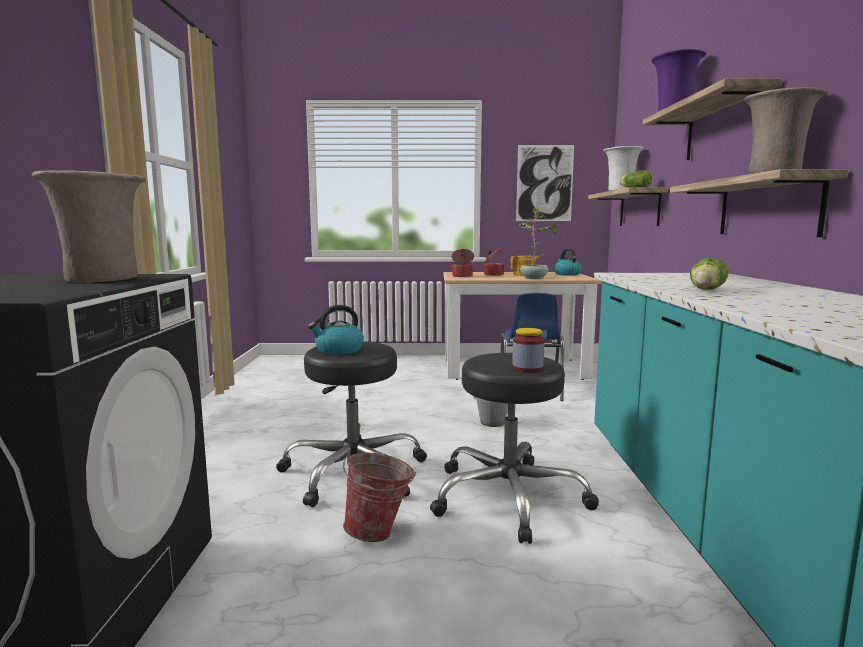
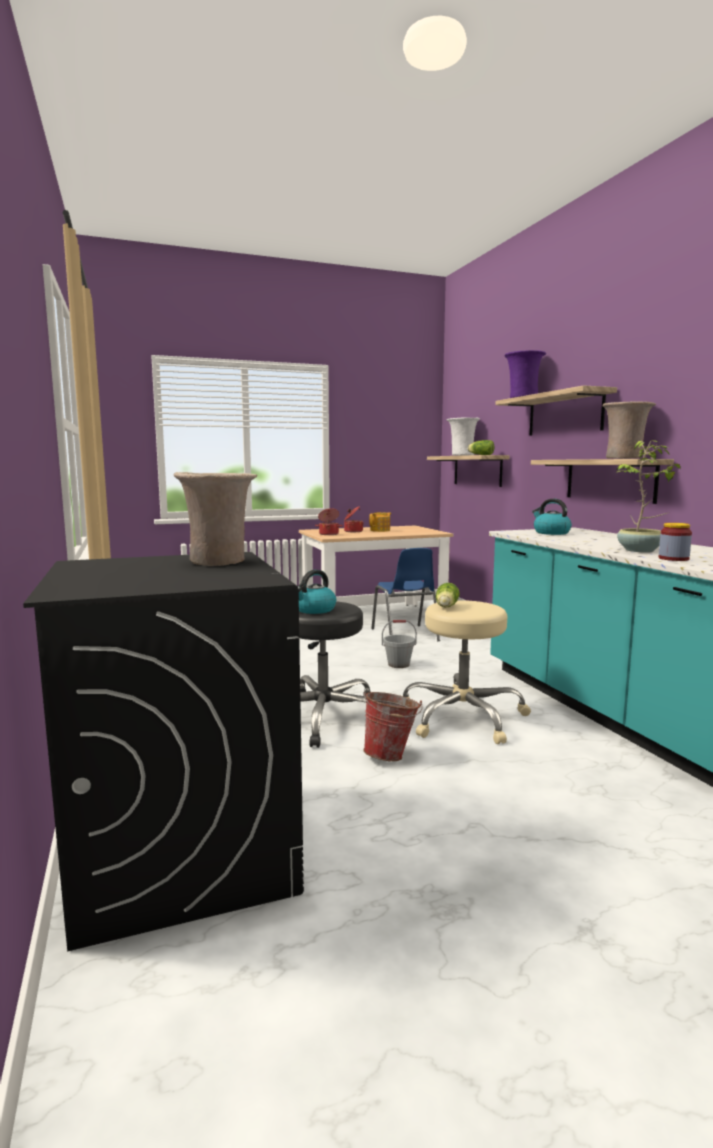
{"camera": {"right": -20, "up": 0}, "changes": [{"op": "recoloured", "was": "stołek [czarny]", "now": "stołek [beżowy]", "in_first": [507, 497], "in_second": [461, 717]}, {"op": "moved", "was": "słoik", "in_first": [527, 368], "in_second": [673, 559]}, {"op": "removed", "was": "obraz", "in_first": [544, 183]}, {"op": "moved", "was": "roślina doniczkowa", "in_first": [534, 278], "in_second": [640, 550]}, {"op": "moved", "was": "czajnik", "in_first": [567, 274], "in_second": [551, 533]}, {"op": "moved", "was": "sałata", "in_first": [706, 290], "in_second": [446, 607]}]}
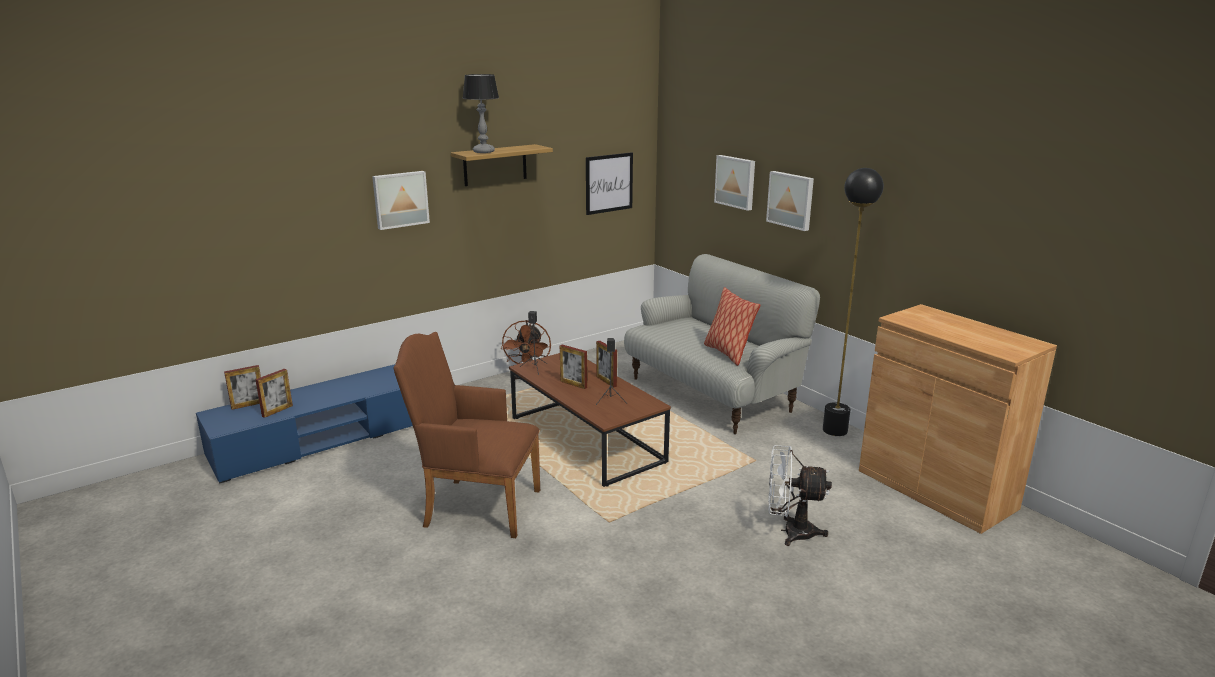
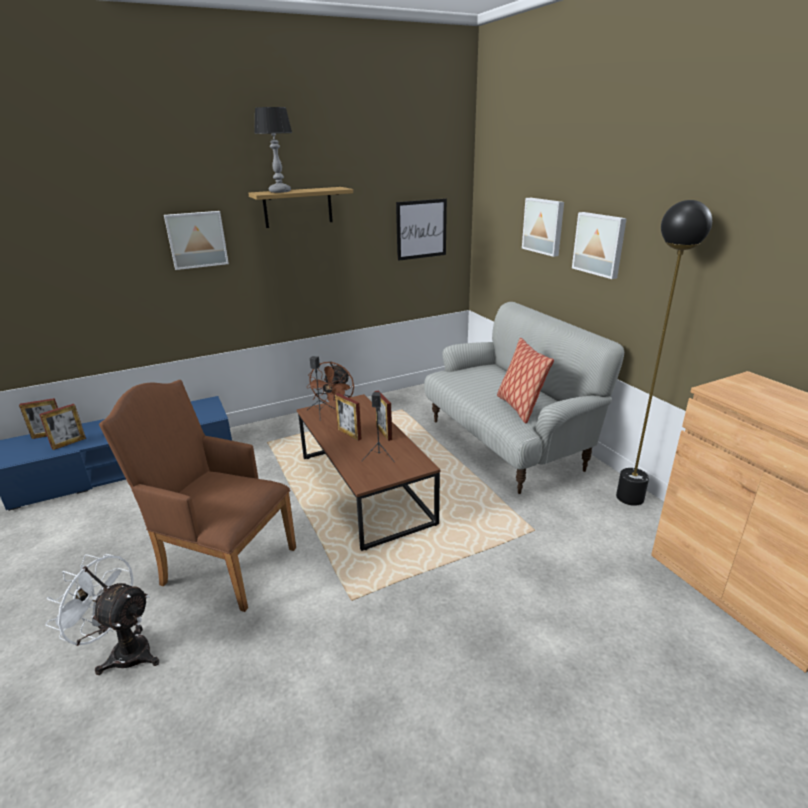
{"camera": {"right": 10, "up": 5}, "changes": [{"op": "moved", "was": "wentylator [biały]", "in_first": [790, 531], "in_second": [123, 651]}]}
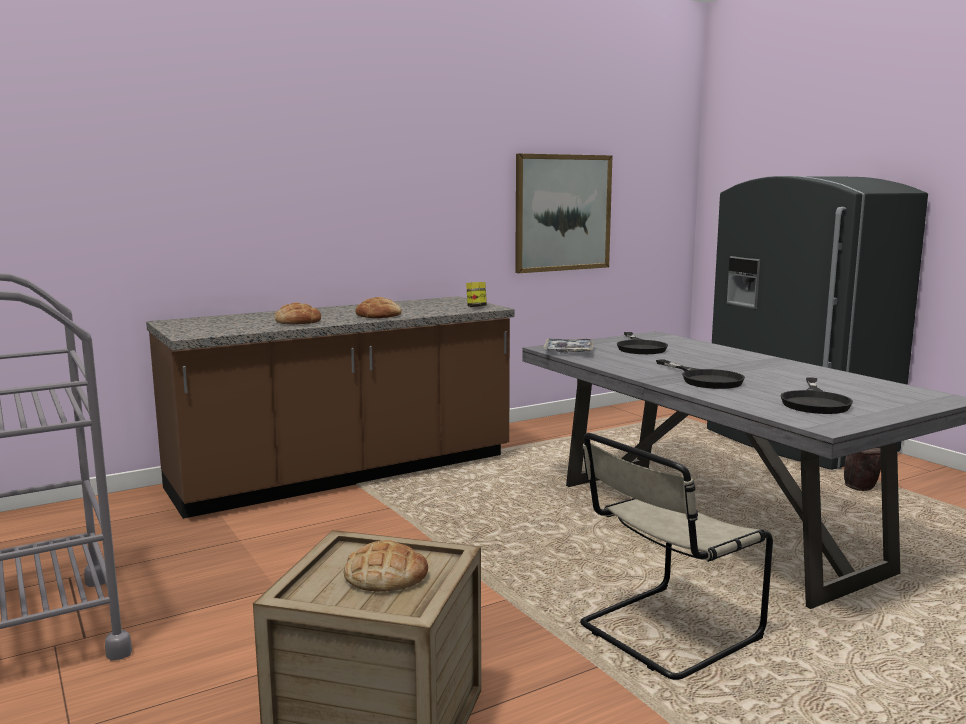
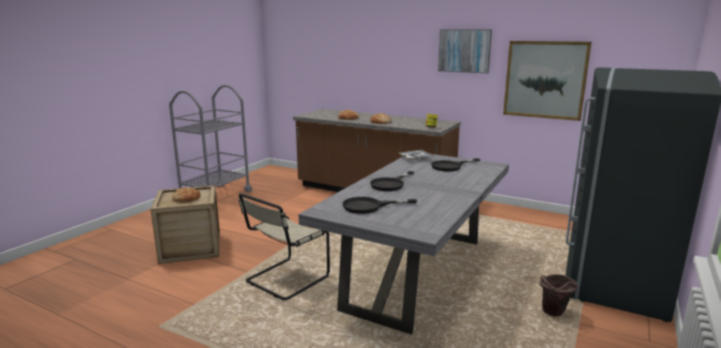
{"camera": {"right": 60, "up": 5}, "changes": [{"op": "turned", "was": "krzesło [beżowy]", "in_first": [664, 633], "in_second": [285, 280], "clockwise": -75}, {"op": "added", "now": "obraz", "in_second": [464, 51]}]}
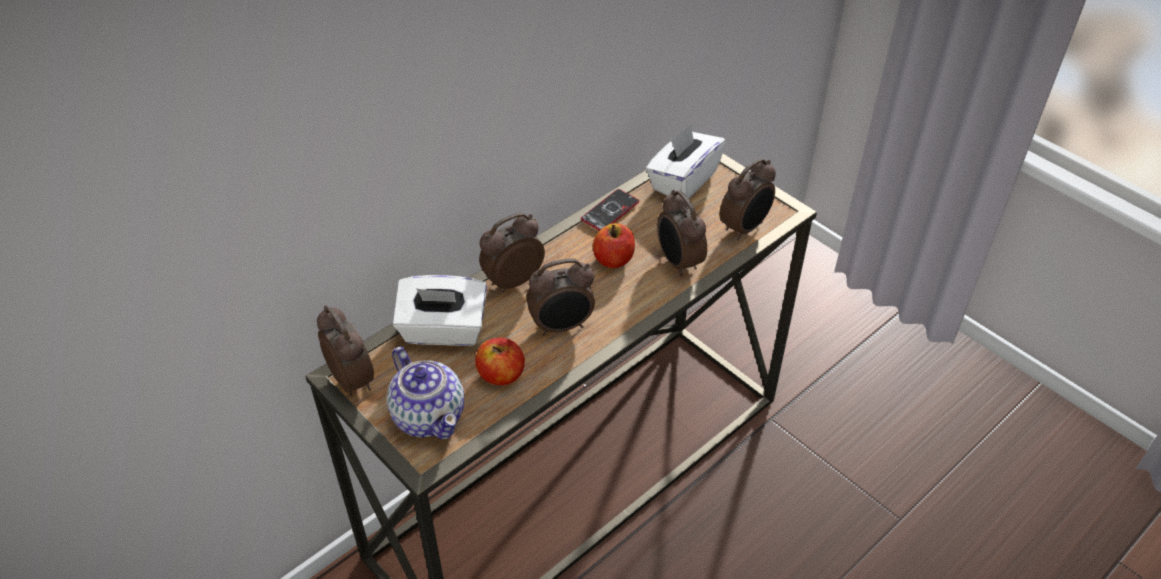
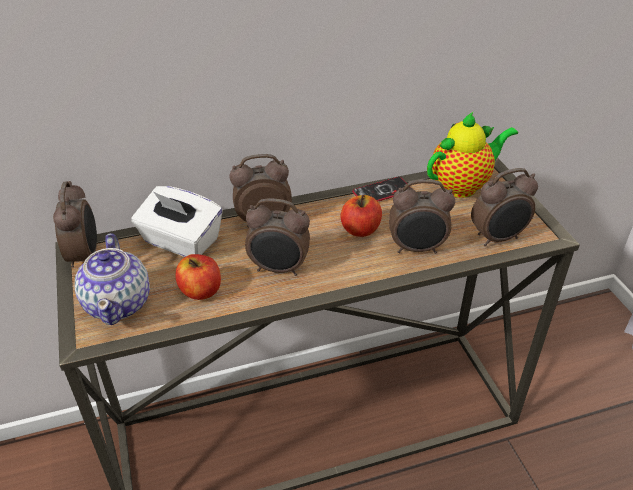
{"camera": {"right": 25, "up": -5}, "changes": [{"op": "replaced", "was": "pudełko chusteczek [biały]", "now": "imbryk", "in_first": [683, 181], "in_second": [462, 186]}, {"op": "turned", "was": "budzik", "in_first": [678, 263], "in_second": [417, 249], "clockwise": -90}]}
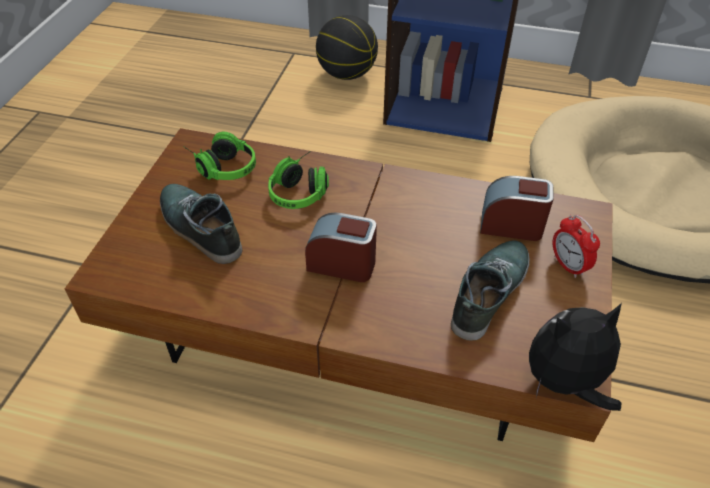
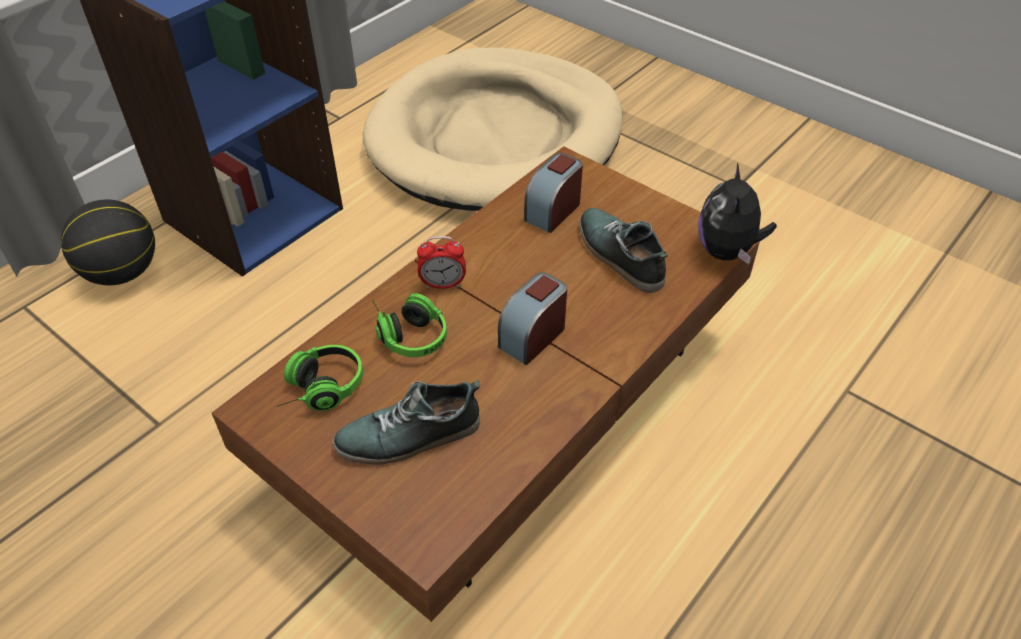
{"camera": {"right": -65, "up": 0}, "changes": [{"op": "moved", "was": "budzik", "in_first": [568, 265], "in_second": [443, 284]}]}
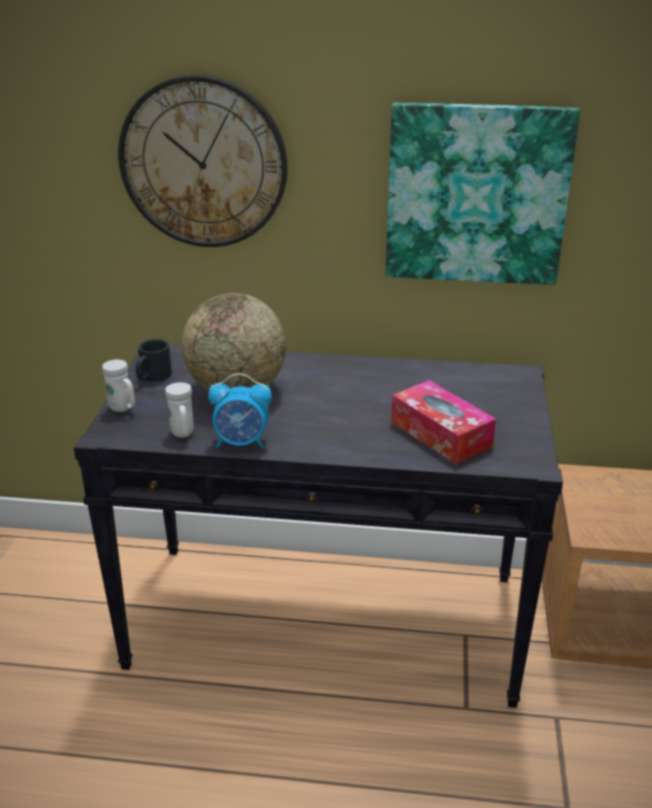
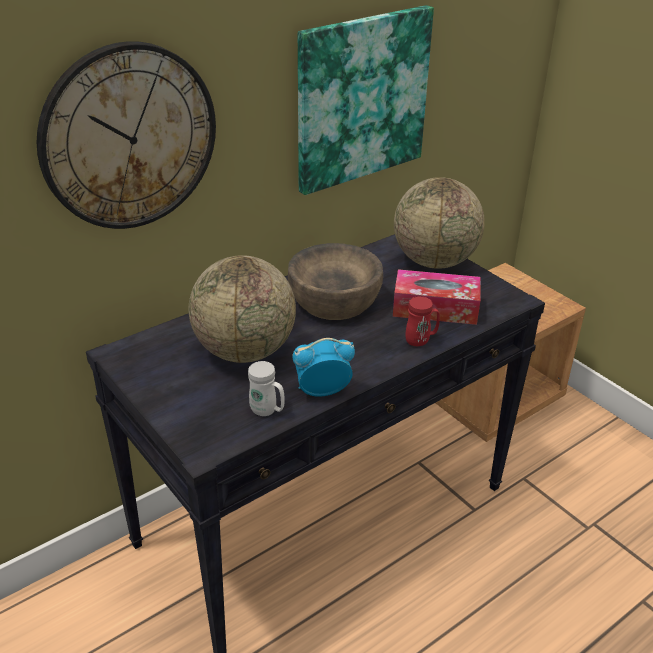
{"camera": {"right": -45, "up": 5}, "changes": [{"op": "removed", "was": "kubek [biały]", "in_first": [123, 409]}, {"op": "removed", "was": "kubek [czarny]", "in_first": [152, 377]}, {"op": "turned", "was": "budzik", "in_first": [242, 443], "in_second": [322, 391], "clockwise": -150}, {"op": "added", "now": "miska [brązowy]", "in_second": [334, 301]}, {"op": "added", "now": "globus", "in_second": [434, 261]}, {"op": "added", "now": "kubek [czerwony]", "in_second": [421, 340]}]}
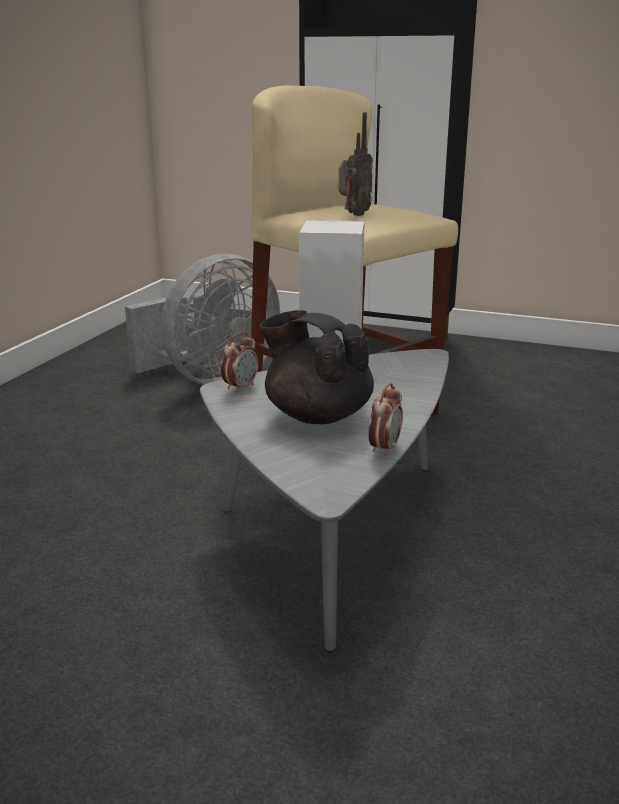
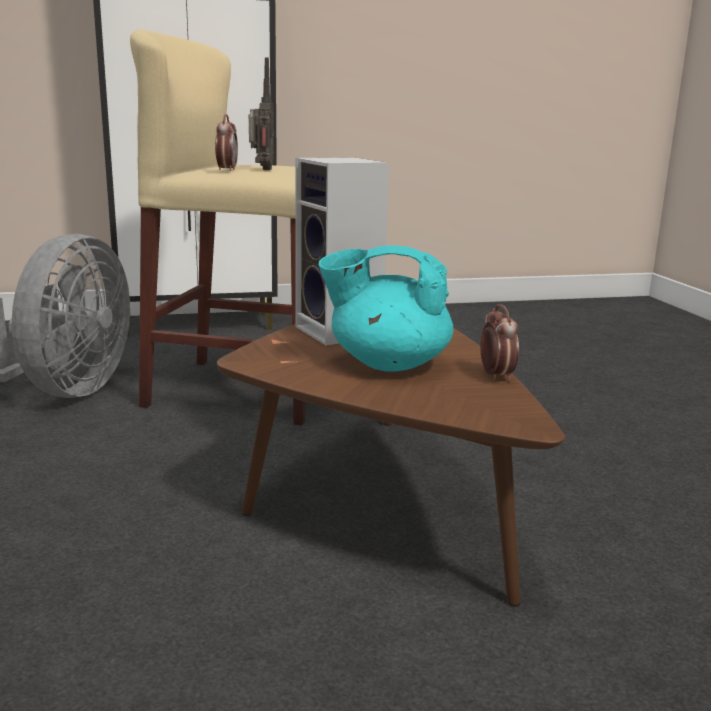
{"camera": {"right": -35, "up": -5}, "changes": [{"op": "recoloured", "was": "ława [szary]", "now": "ława [brązowy]", "in_first": [332, 531], "in_second": [378, 499]}, {"op": "moved", "was": "budzik", "in_first": [240, 387], "in_second": [227, 170]}, {"op": "recoloured", "was": "imbryk [czarny]", "now": "imbryk [turkusowy]", "in_first": [317, 415], "in_second": [387, 364]}]}
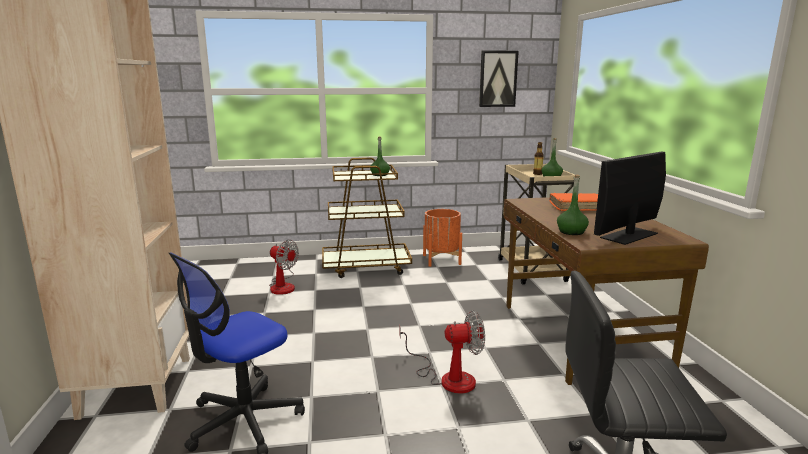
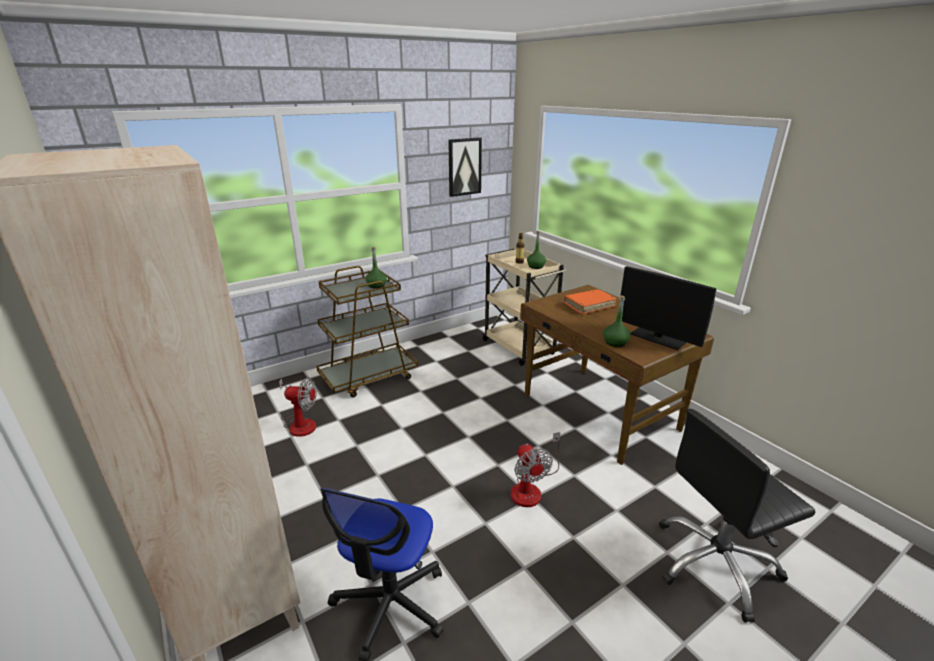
{"camera": {"right": -25, "up": 10}, "changes": [{"op": "turned", "was": "wentylator", "in_first": [448, 377], "in_second": [531, 488], "clockwise": 105}, {"op": "removed", "was": "donica [pomarańczowy]", "in_first": [441, 260]}, {"op": "turned", "was": "monitor", "in_first": [629, 235], "in_second": [657, 338], "clockwise": -75}]}
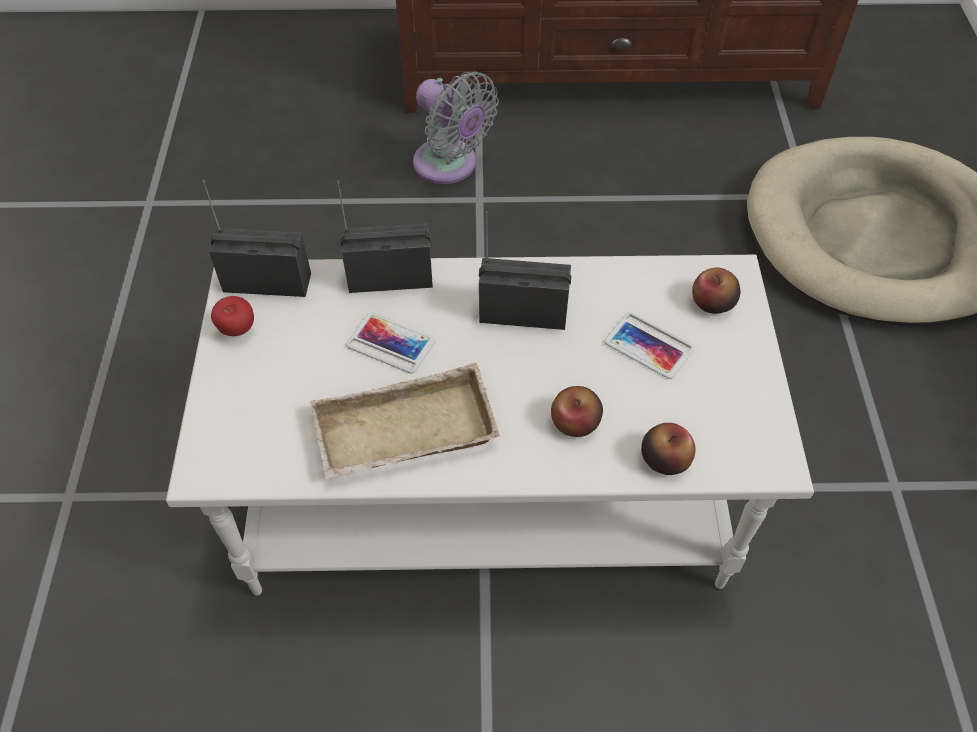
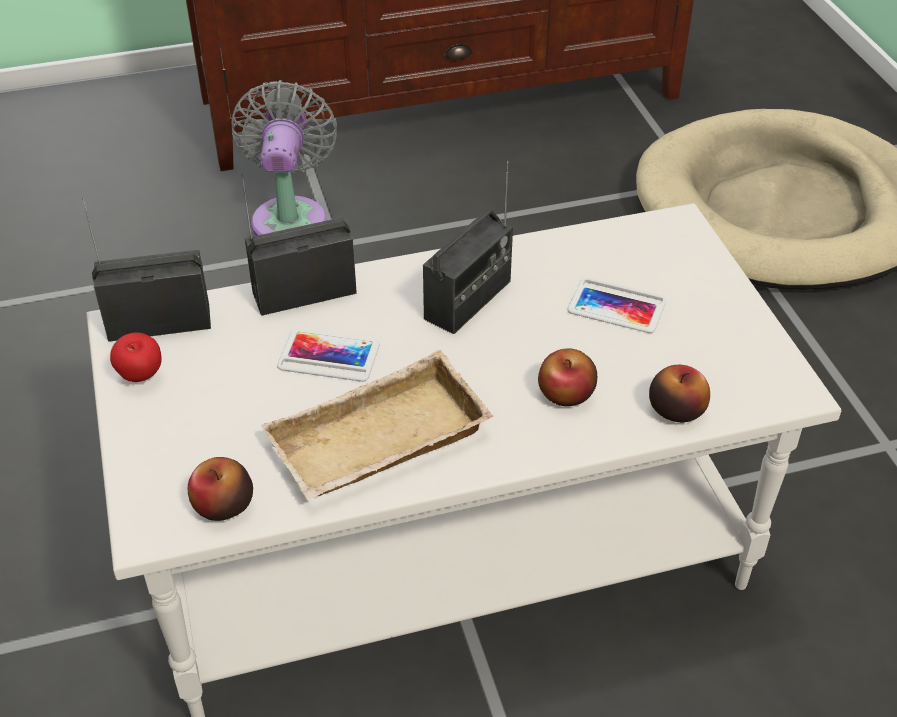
{"camera": {"right": -15, "up": -10}, "changes": [{"op": "turned", "was": "wentylator [szary]", "in_first": [450, 166], "in_second": [290, 216], "clockwise": -120}, {"op": "turned", "was": "radio", "in_first": [523, 313], "in_second": [468, 300], "clockwise": 135}, {"op": "moved", "was": "jabłko", "in_first": [712, 303], "in_second": [223, 505]}]}
